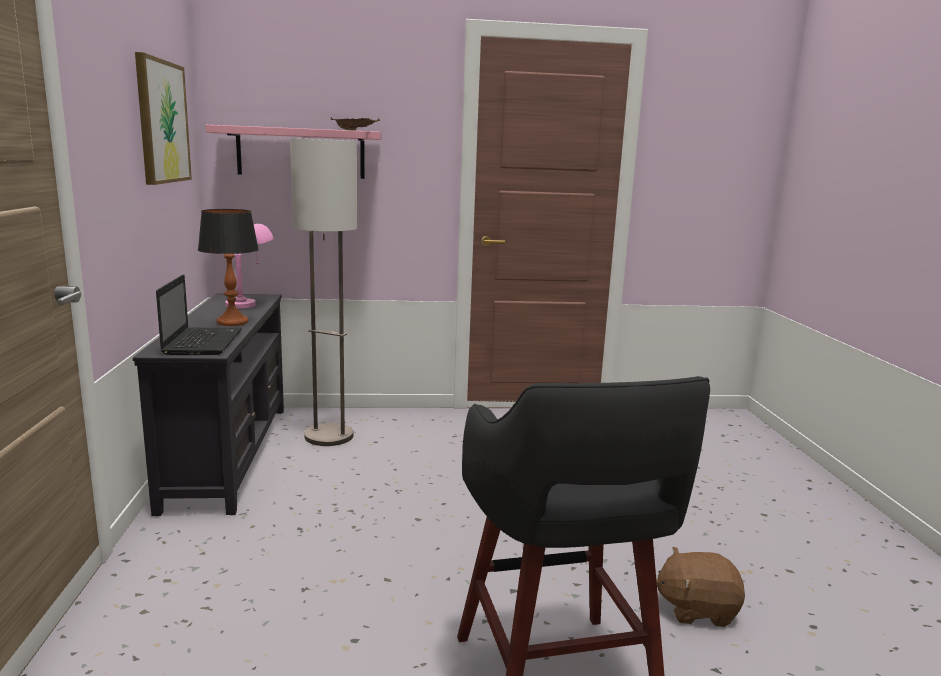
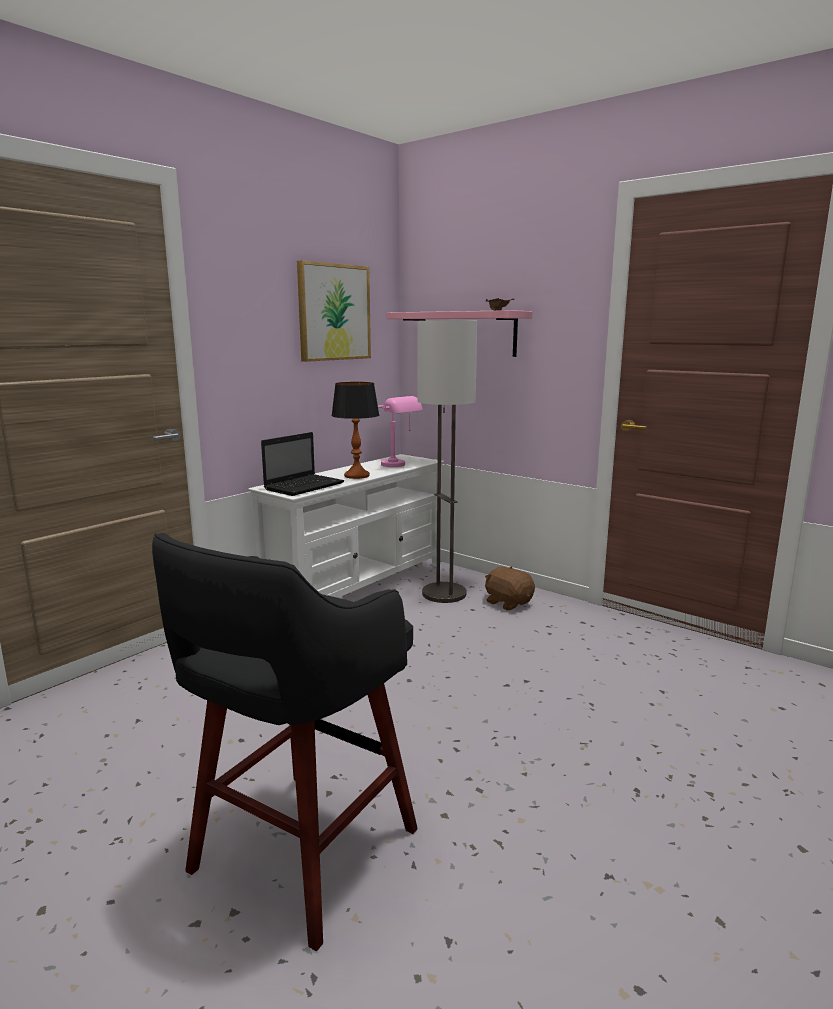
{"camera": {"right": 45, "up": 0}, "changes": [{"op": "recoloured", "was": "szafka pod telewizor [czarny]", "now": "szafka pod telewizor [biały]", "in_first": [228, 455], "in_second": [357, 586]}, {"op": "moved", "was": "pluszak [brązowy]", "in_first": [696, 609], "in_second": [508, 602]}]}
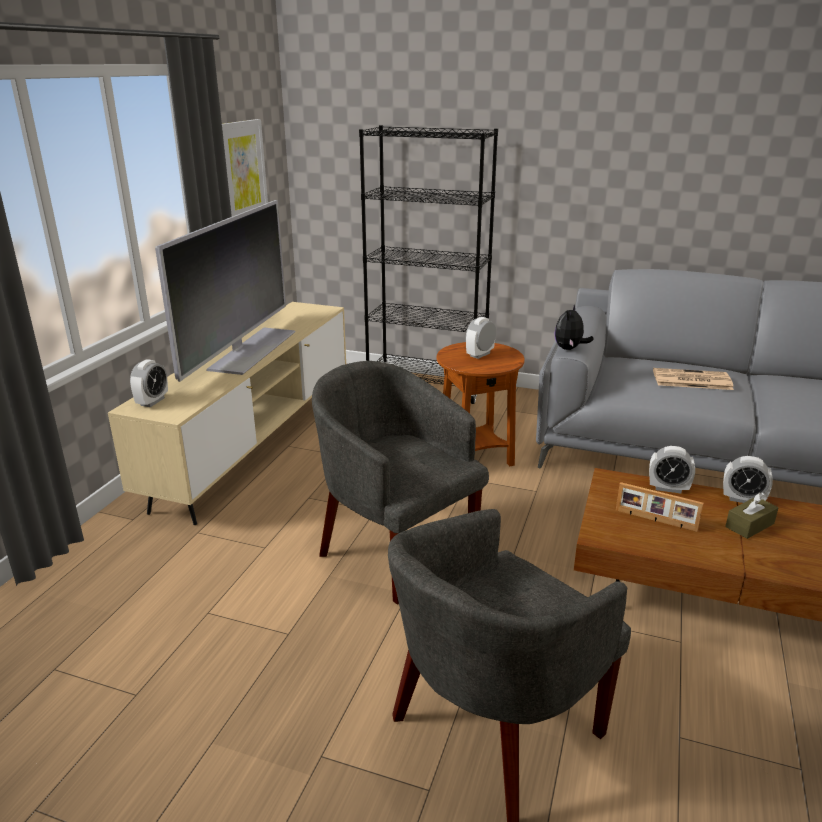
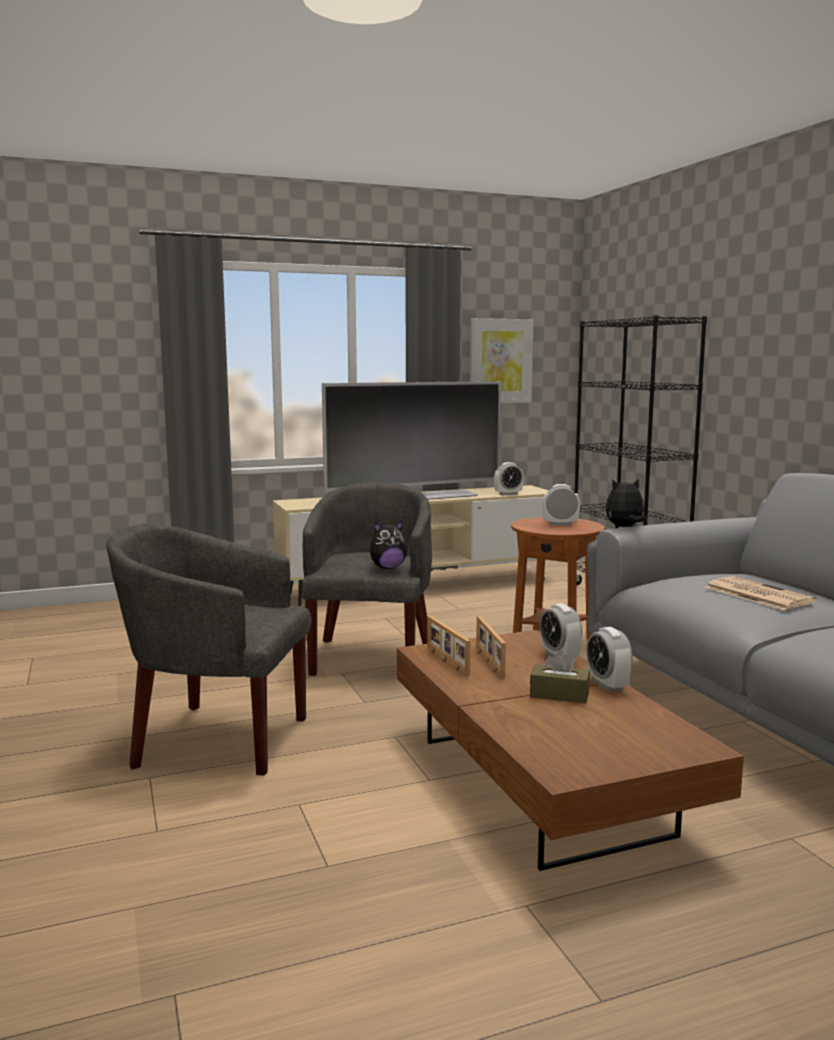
{"camera": {"right": 50, "up": -15}, "changes": [{"op": "moved", "was": "budzik", "in_first": [152, 401], "in_second": [508, 494]}, {"op": "added", "now": "pluszak", "in_second": [387, 568]}, {"op": "added", "now": "ramka na zdjęcie", "in_second": [446, 661]}]}
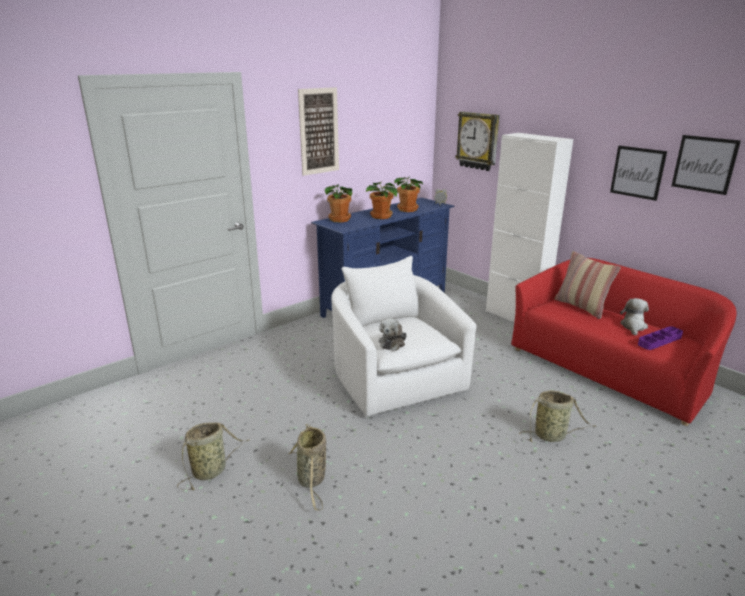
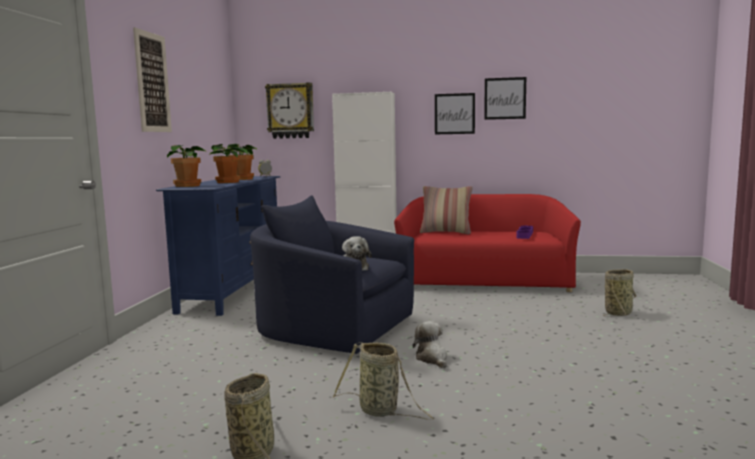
{"camera": {"right": -40, "up": -15}, "changes": [{"op": "recoloured", "was": "fotel [biały]", "now": "fotel [niebieski]", "in_first": [394, 377], "in_second": [332, 328]}, {"op": "moved", "was": "koszyk", "in_first": [552, 435], "in_second": [619, 313]}, {"op": "moved", "was": "pluszak", "in_first": [633, 326], "in_second": [432, 359]}]}
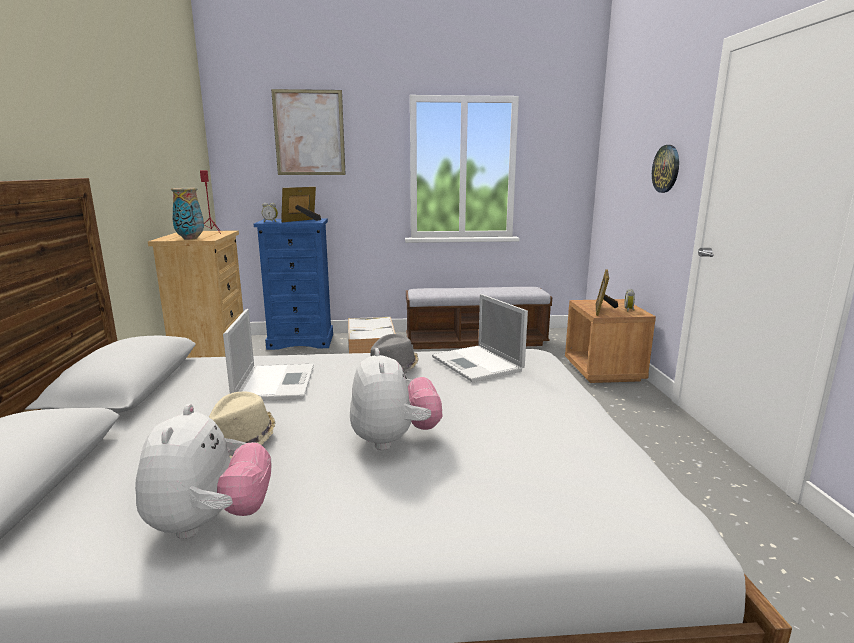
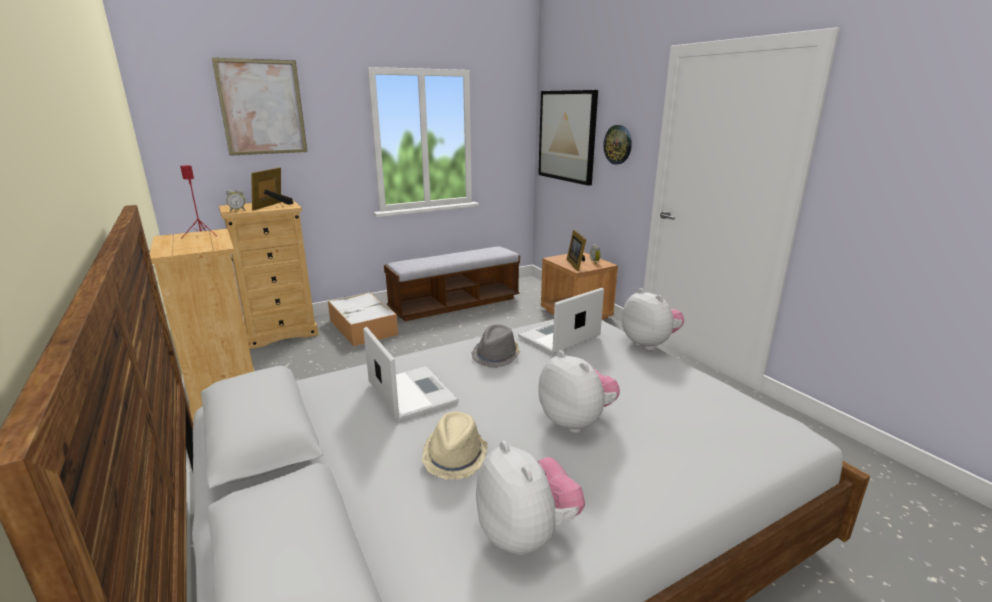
{"camera": {"right": -25, "up": 5}, "changes": [{"op": "removed", "was": "wazon", "in_first": [190, 238]}, {"op": "recoloured", "was": "komoda [niebieski]", "now": "komoda [beżowy]", "in_first": [301, 341], "in_second": [281, 332]}, {"op": "turned", "was": "laptop", "in_first": [478, 364], "in_second": [558, 337], "clockwise": 105}, {"op": "added", "now": "obraz", "in_second": [567, 136]}, {"op": "added", "now": "pluszak", "in_second": [649, 344]}]}
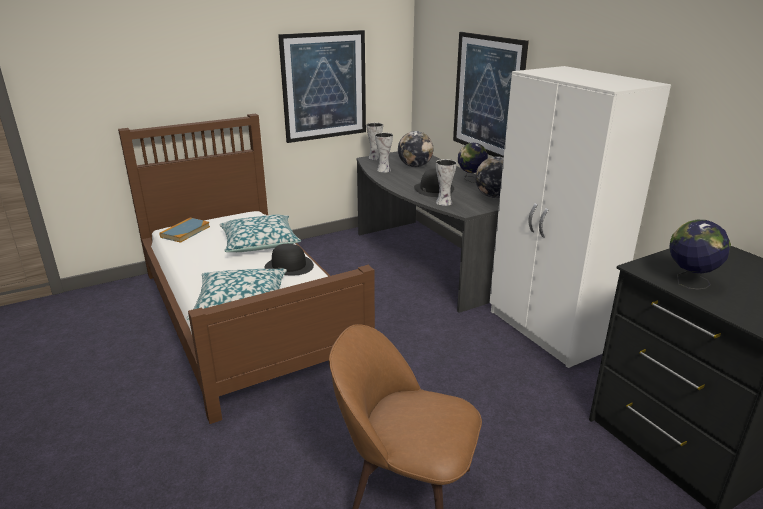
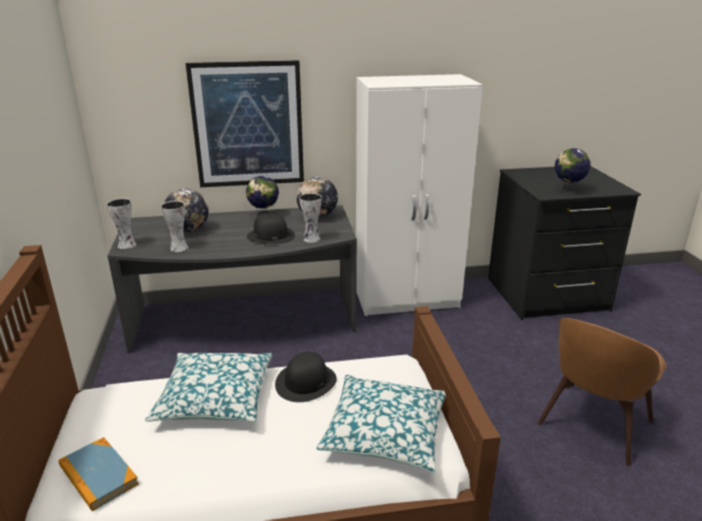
{"camera": {"right": -70, "up": 0}, "changes": [{"op": "removed", "was": "obraz", "in_first": [324, 86]}]}
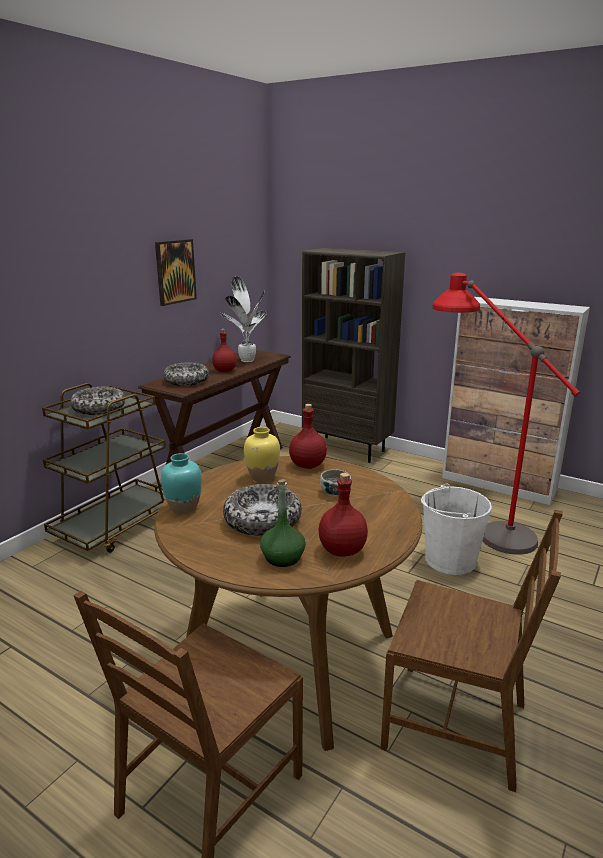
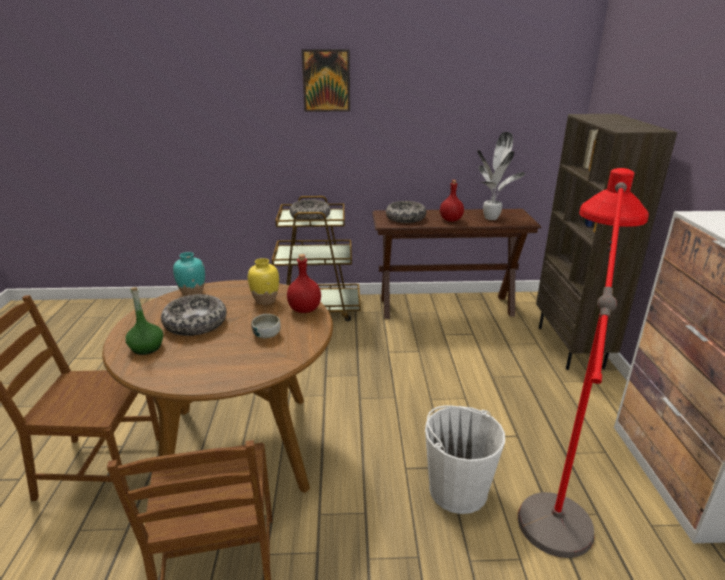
{"camera": {"right": 55, "up": 5}, "changes": [{"op": "moved", "was": "obraz", "in_first": [175, 271], "in_second": [326, 81]}, {"op": "removed", "was": "butelka [czerwony]", "in_first": [342, 551]}]}
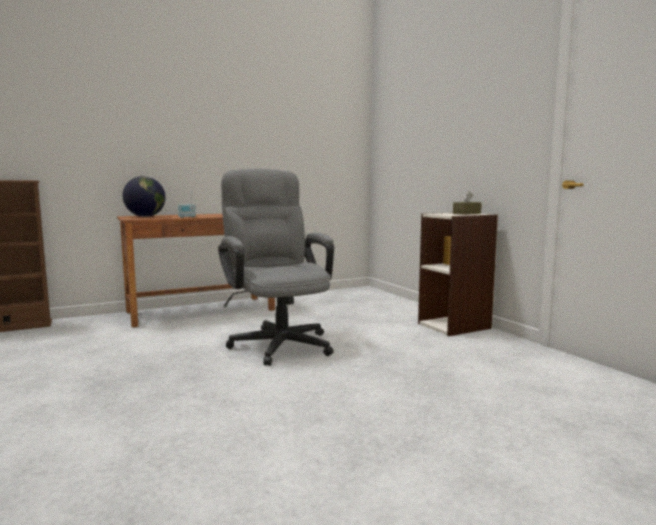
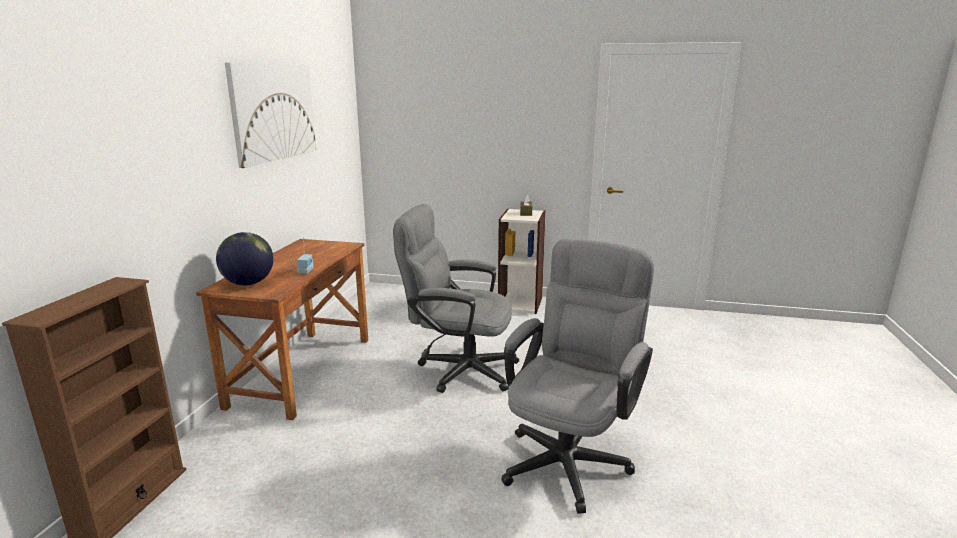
{"camera": {"right": -50, "up": 10}, "changes": [{"op": "added", "now": "obraz", "in_second": [274, 112]}, {"op": "added", "now": "krzesło biurowe [szary]", "in_second": [570, 456]}]}
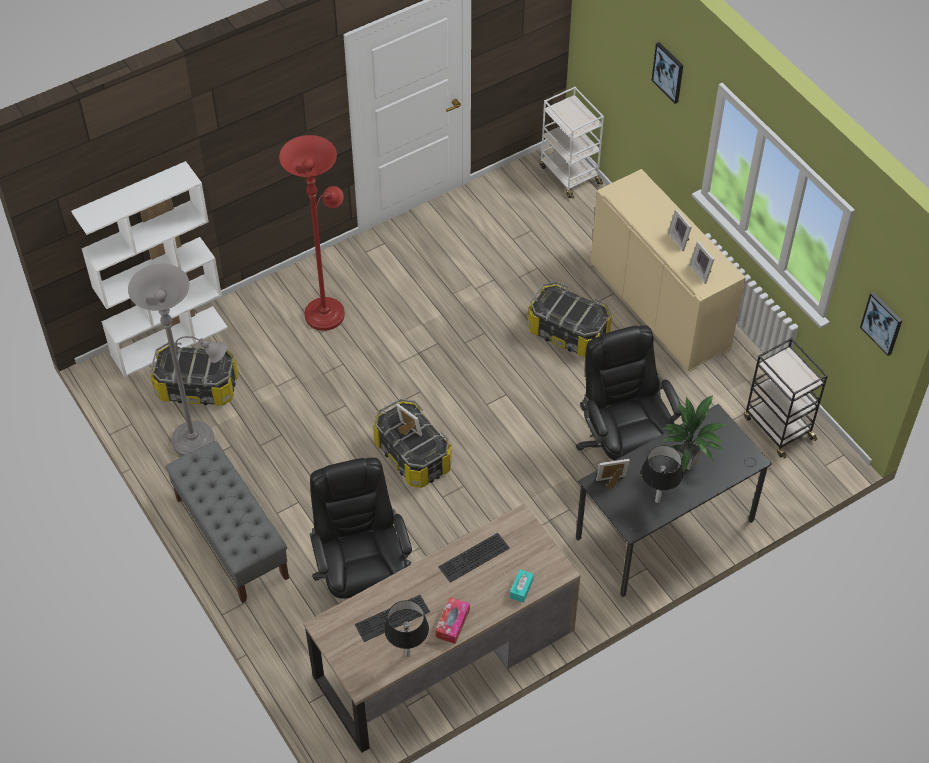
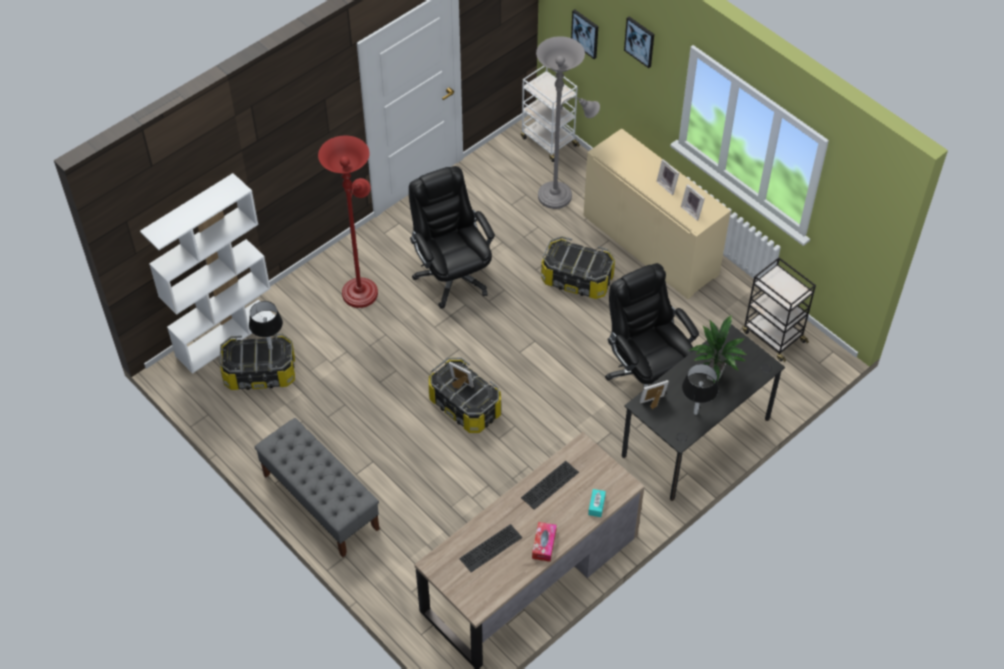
{"camera": {"right": -10, "up": 0}, "changes": [{"op": "moved", "was": "lampa stojąca [szary]", "in_first": [199, 439], "in_second": [559, 195]}, {"op": "moved", "was": "krzesło biurowe [czarny]", "in_first": [363, 581], "in_second": [452, 275]}, {"op": "moved", "was": "lampa stołowa [czarny]", "in_first": [408, 654], "in_second": [270, 348]}, {"op": "moved", "was": "obraz", "in_first": [882, 323], "in_second": [585, 33]}]}
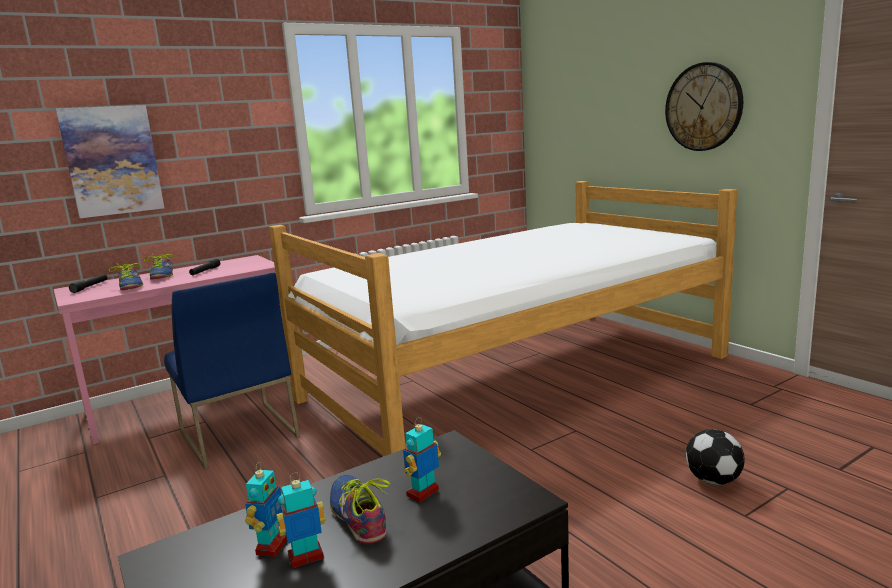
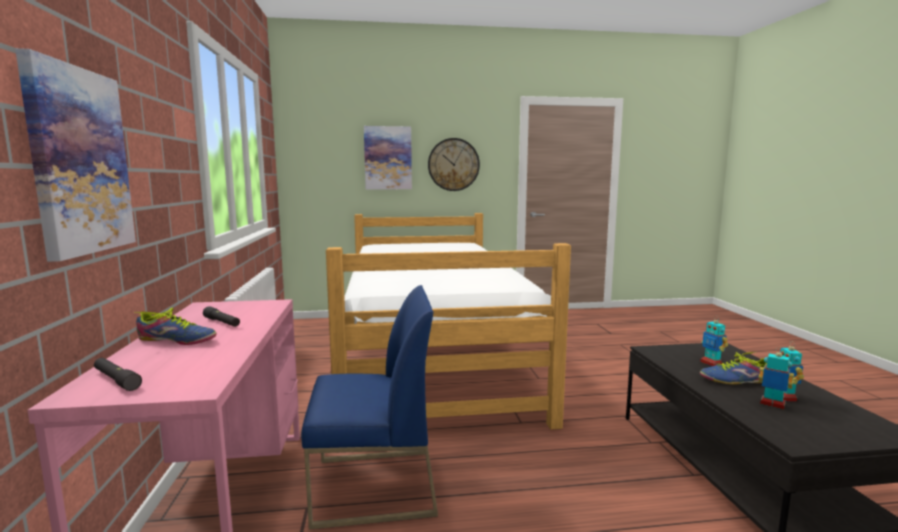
{"camera": {"right": -65, "up": -5}, "changes": [{"op": "removed", "was": "but", "in_first": [130, 286]}, {"op": "removed", "was": "piłka futbolowa", "in_first": [712, 480]}, {"op": "added", "now": "obraz", "in_second": [388, 158]}]}
